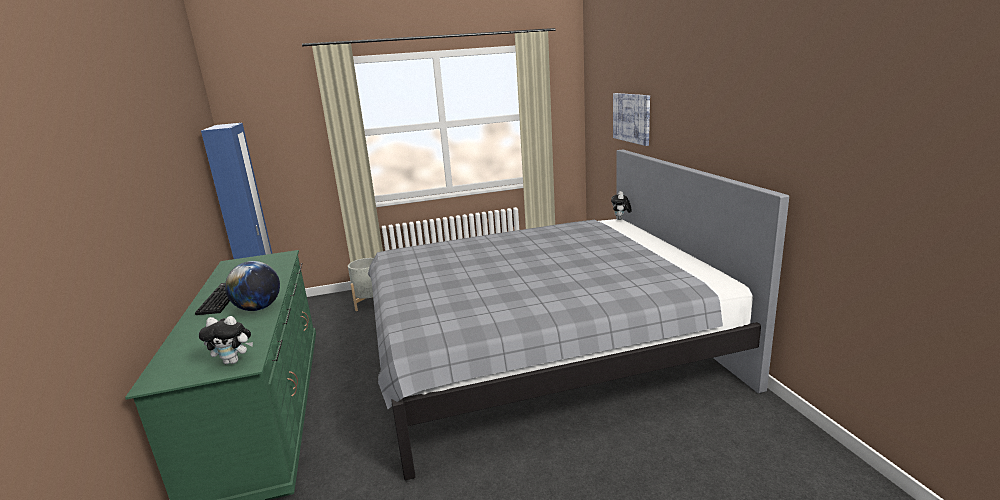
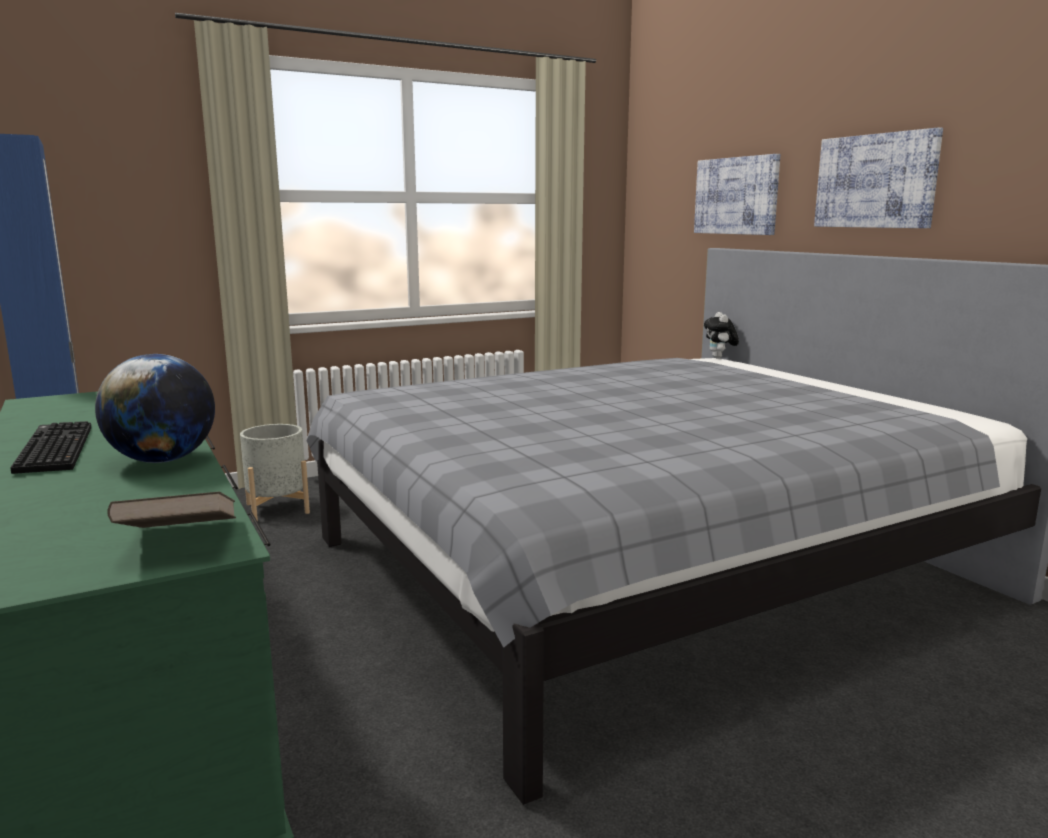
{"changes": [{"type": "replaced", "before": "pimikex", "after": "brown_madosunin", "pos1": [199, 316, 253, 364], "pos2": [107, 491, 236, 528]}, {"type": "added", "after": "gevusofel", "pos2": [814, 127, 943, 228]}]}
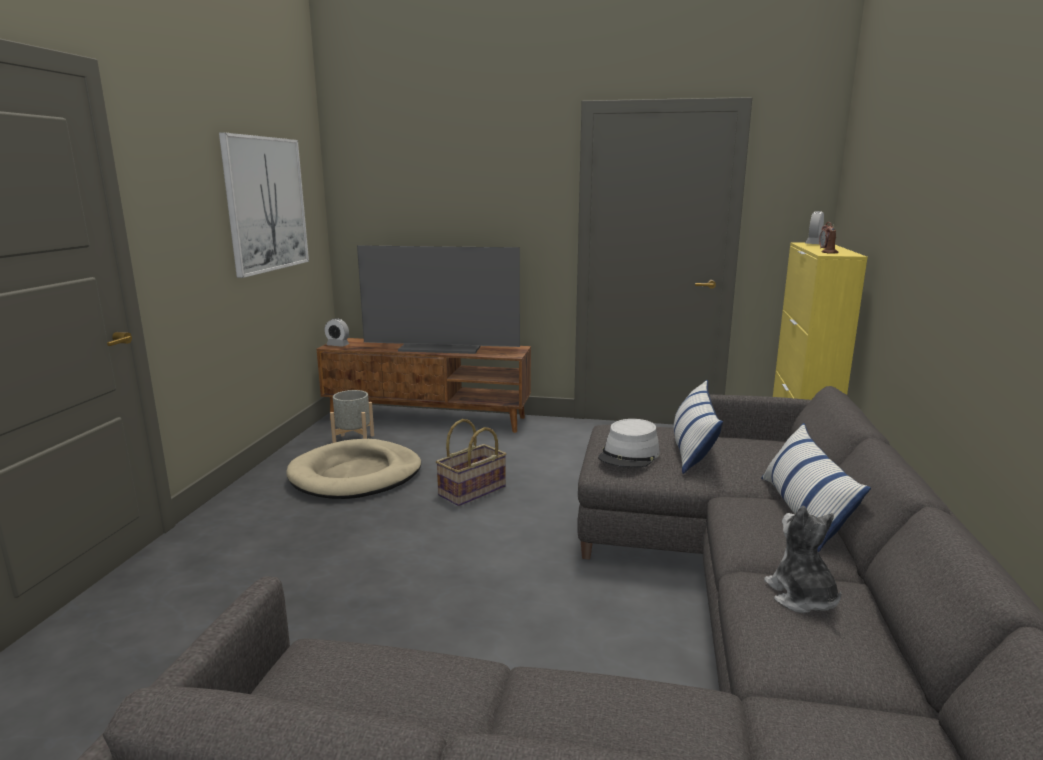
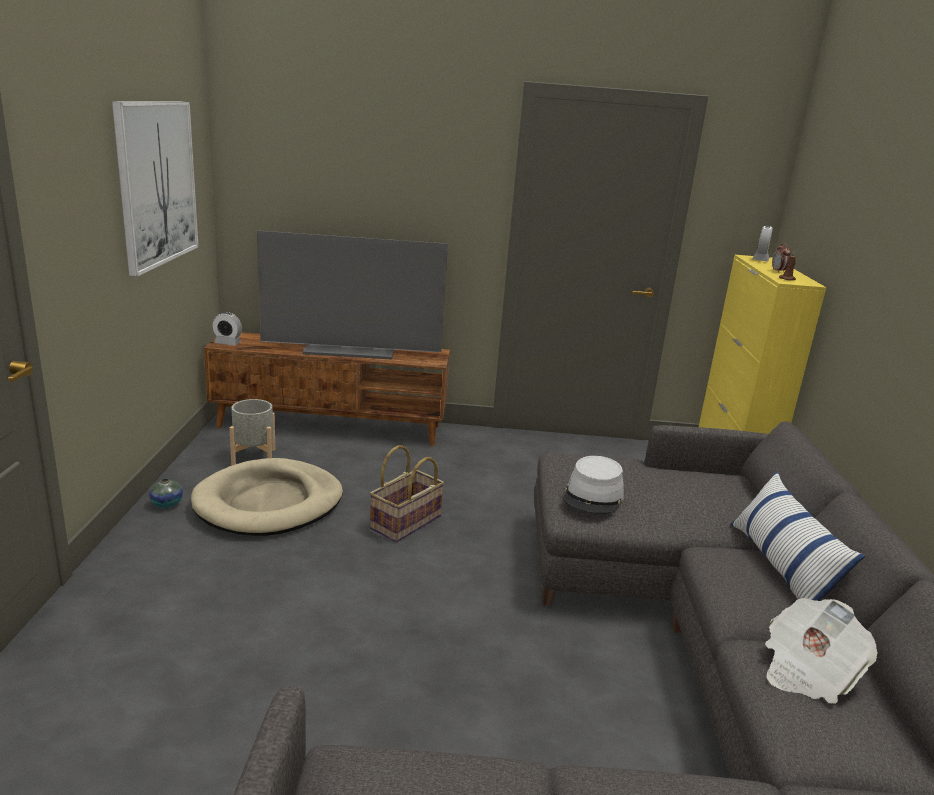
{"changes": [{"type": "removed", "before": "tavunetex", "pos1": [673, 380, 723, 474]}, {"type": "replaced", "before": "pimikex", "after": "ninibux", "pos1": [764, 506, 841, 613], "pos2": [765, 598, 878, 704]}, {"type": "added", "after": "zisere", "pos2": [149, 478, 183, 508]}]}
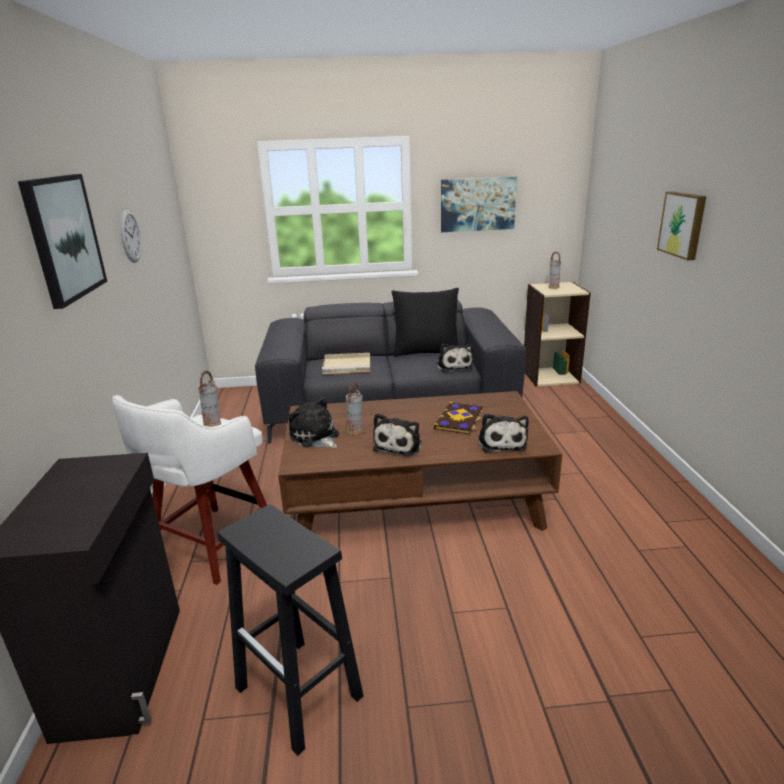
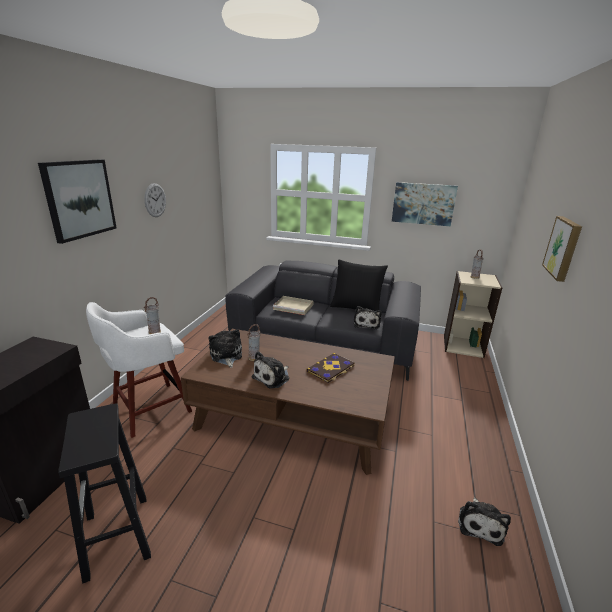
{"changes": [{"type": "moved", "before": "pimikex", "pos1": [479, 414, 529, 453], "pos2": [458, 498, 511, 546]}]}
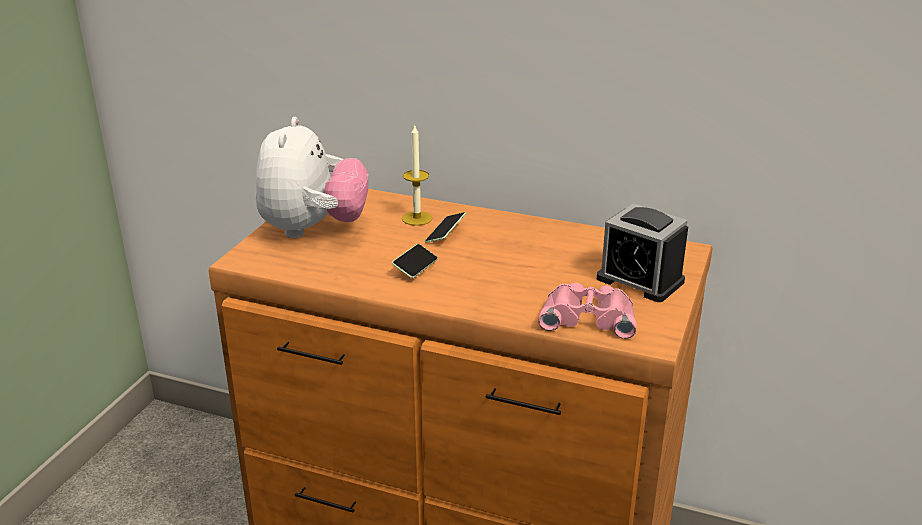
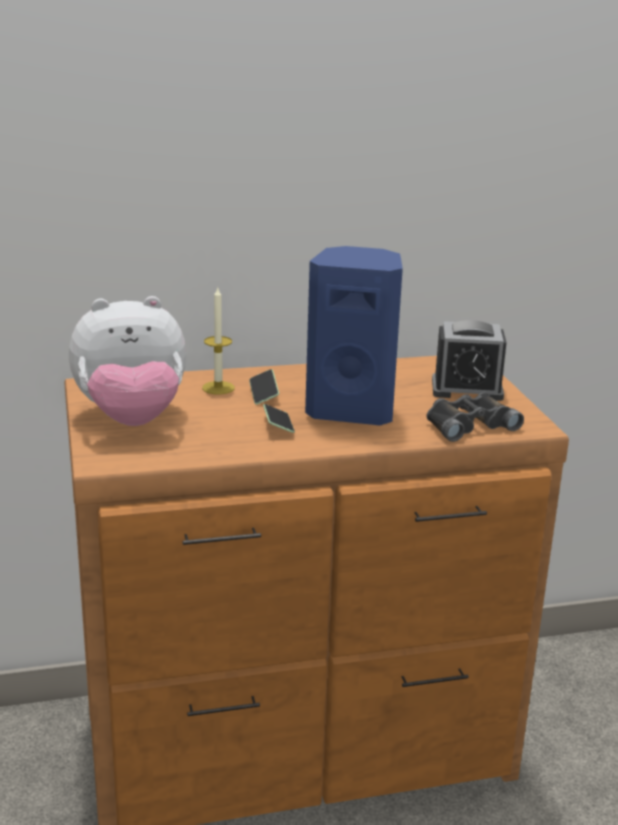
{"changes": [{"type": "turned", "before": "pimikex", "pos1": [256, 117, 369, 238], "pos2": [69, 296, 186, 426], "turn": 105}, {"type": "recoloured", "before": "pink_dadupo", "after": "black_dadupo", "pos1": [538, 283, 637, 339], "pos2": [426, 392, 524, 442]}, {"type": "added", "after": "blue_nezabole", "pos2": [305, 246, 403, 425]}]}
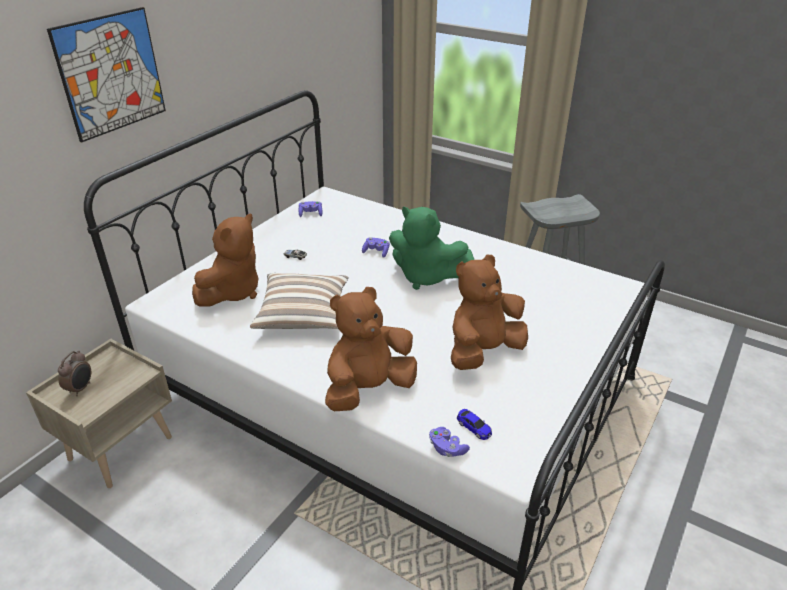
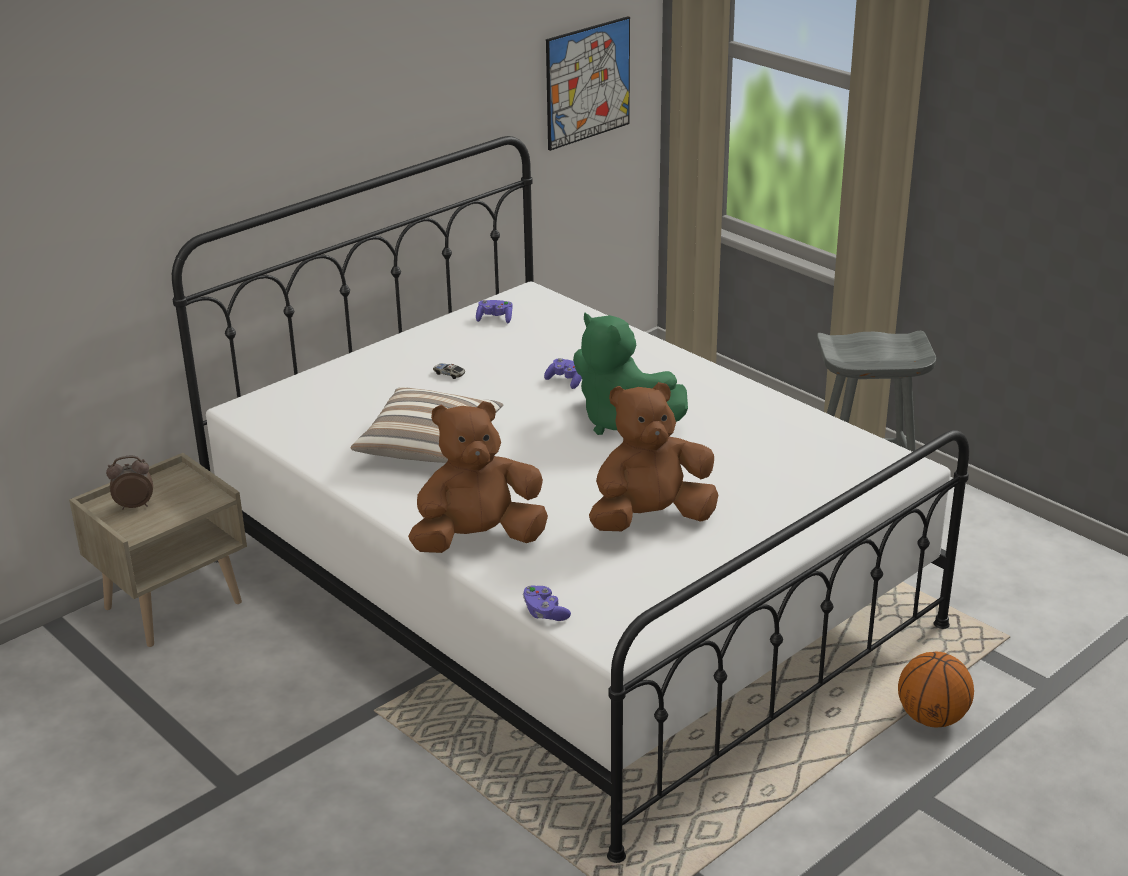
{"changes": [{"type": "moved", "before": "gevusofel", "pos1": [47, 7, 166, 143], "pos2": [546, 16, 630, 151]}, {"type": "removed", "before": "brown_pimikex", "pos1": [192, 214, 258, 307]}, {"type": "turned", "before": "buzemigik", "pos1": [58, 350, 91, 396], "pos2": [106, 455, 153, 510], "turn": -135}, {"type": "removed", "before": "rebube", "pos1": [457, 409, 492, 440]}, {"type": "added", "after": "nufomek", "pos2": [898, 652, 974, 728]}]}
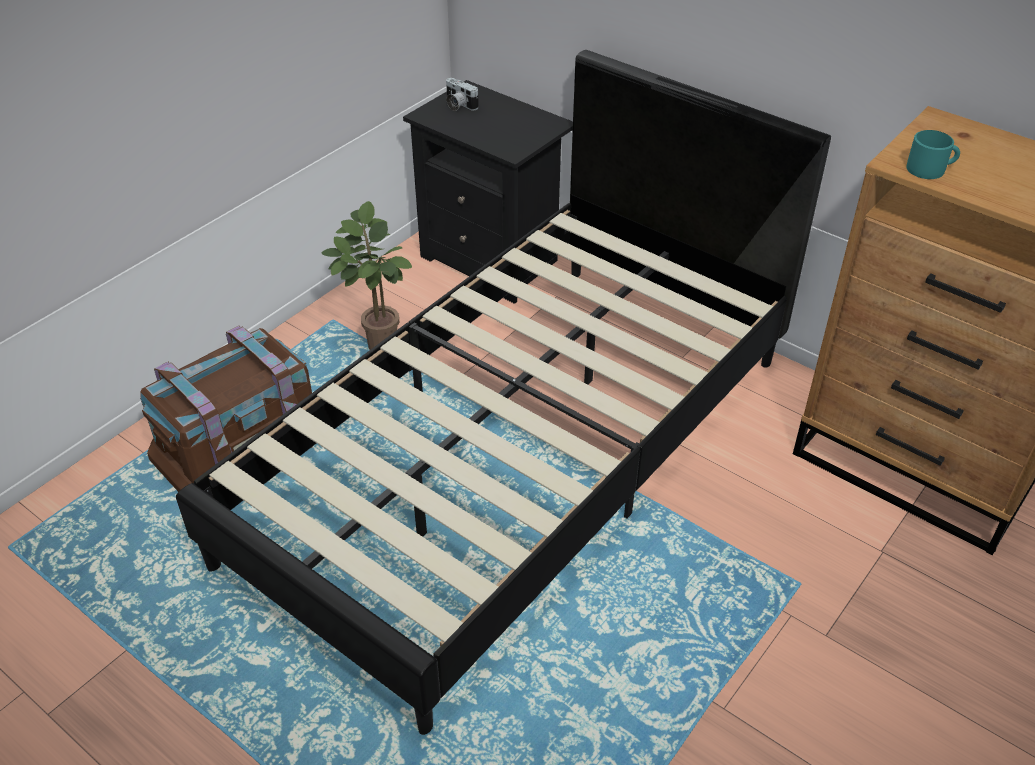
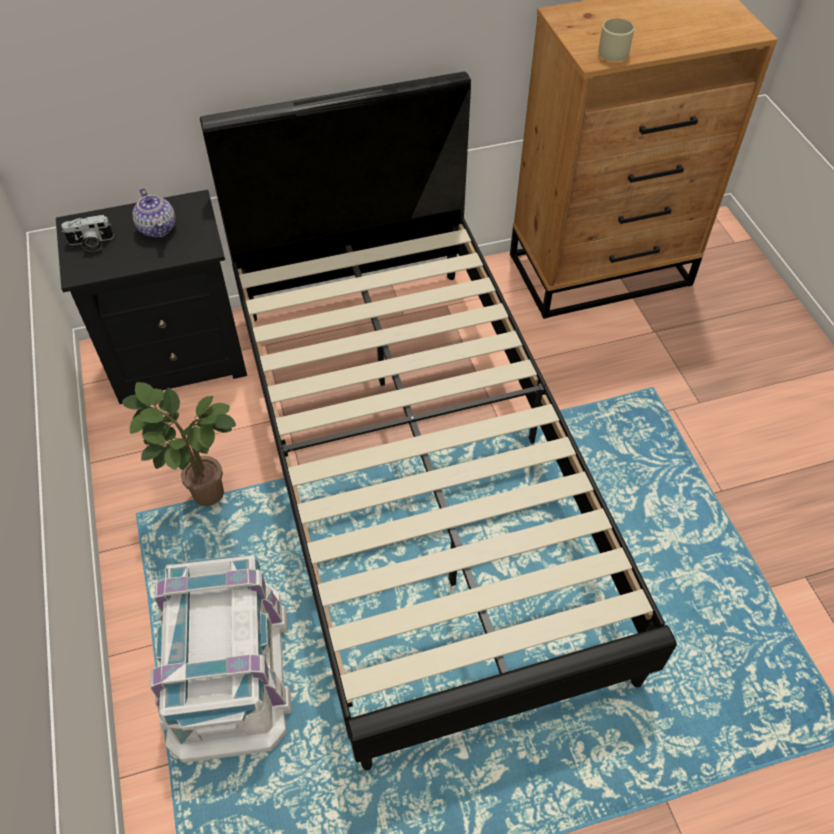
{"changes": [{"type": "recoloured", "before": "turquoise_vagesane", "after": "beige_vagesane", "pos1": [906, 130, 960, 179], "pos2": [598, 18, 634, 61]}, {"type": "recoloured", "before": "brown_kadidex", "after": "white_kadidex", "pos1": [140, 326, 313, 492], "pos2": [150, 555, 292, 763]}, {"type": "added", "after": "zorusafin", "pos2": [132, 188, 176, 238]}]}
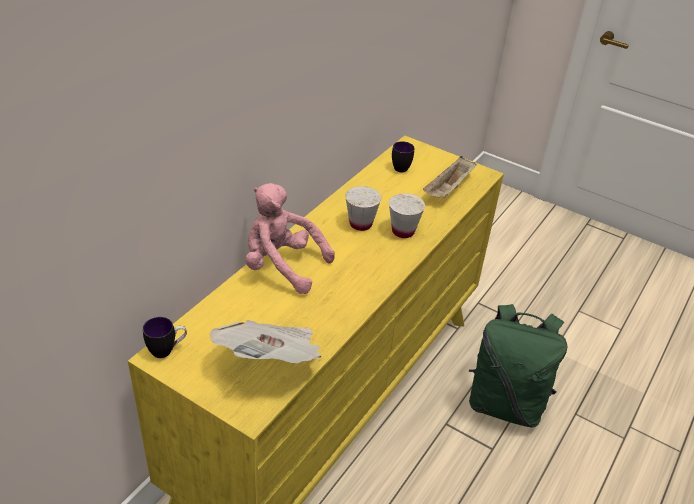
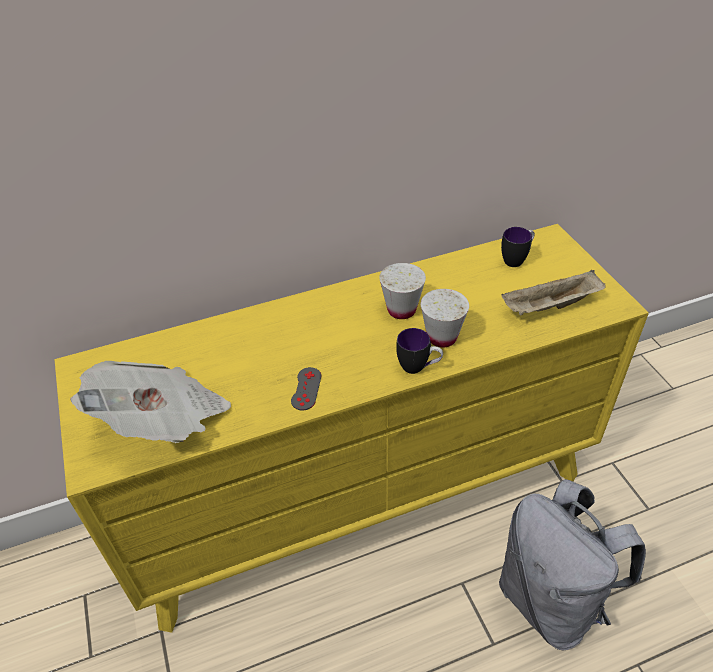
{"changes": [{"type": "removed", "before": "pink_pimikex", "pos1": [245, 183, 335, 294]}, {"type": "recoloured", "before": "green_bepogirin", "after": "grey_bepogirin", "pos1": [469, 304, 567, 427], "pos2": [499, 479, 646, 650]}, {"type": "moved", "before": "vagesane", "pos1": [143, 317, 187, 358], "pos2": [396, 328, 443, 374]}, {"type": "added", "after": "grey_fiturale", "pos2": [291, 367, 321, 411]}]}
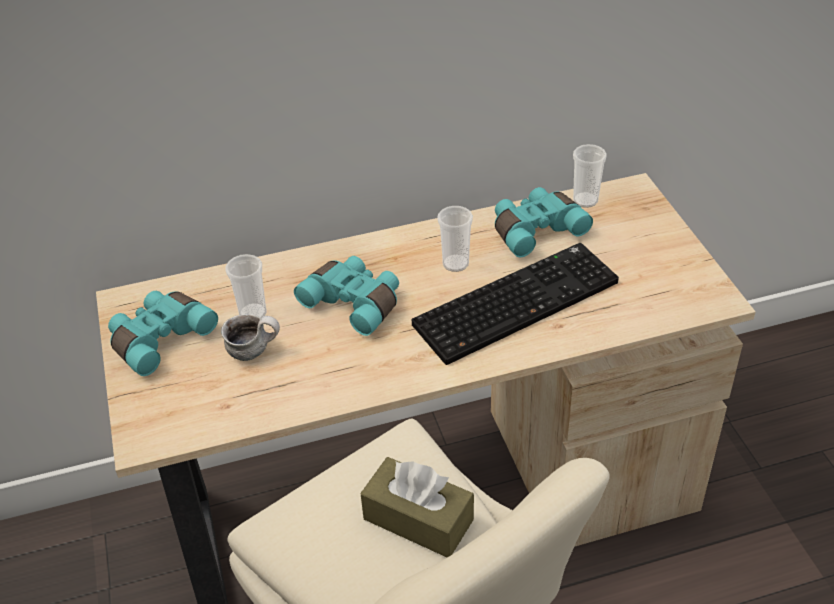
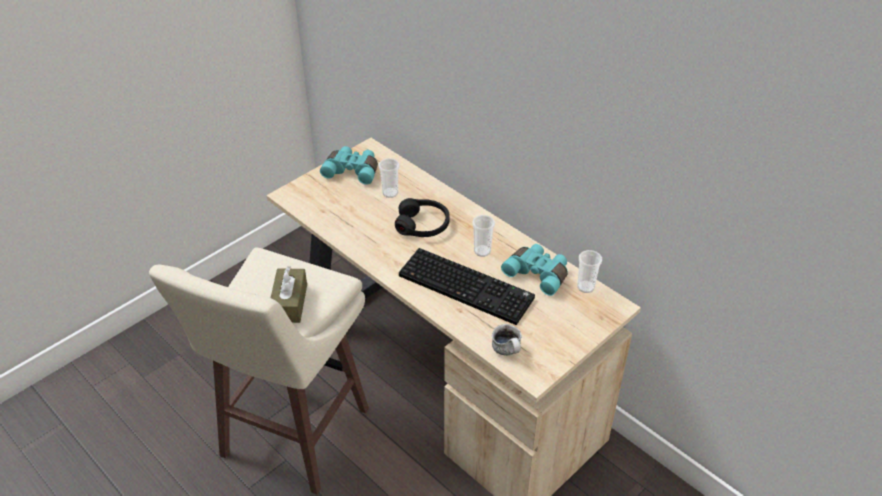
{"changes": [{"type": "replaced", "before": "turquoise_dadupo", "after": "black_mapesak", "pos1": [294, 256, 399, 336], "pos2": [395, 198, 450, 237]}, {"type": "moved", "before": "vagesane", "pos1": [221, 314, 280, 361], "pos2": [492, 324, 522, 356]}]}
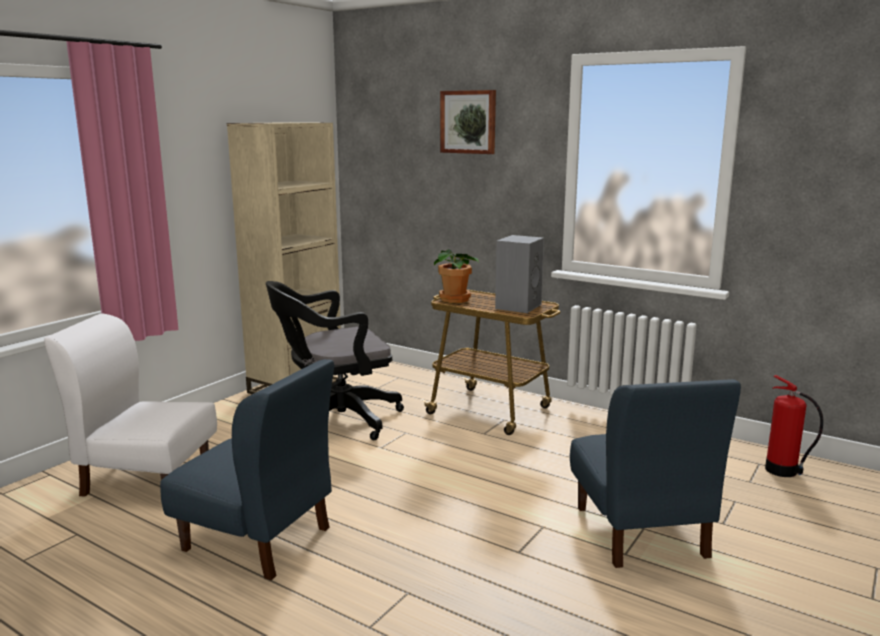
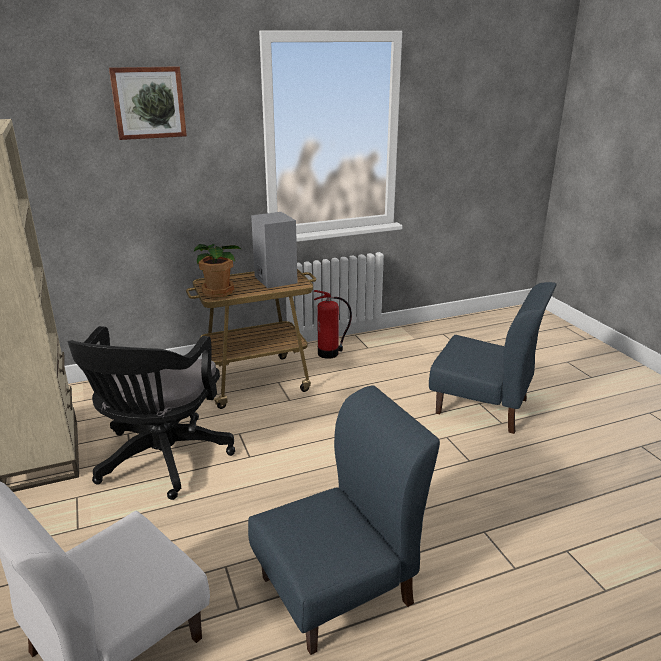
{"changes": [{"type": "moved", "before": "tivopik", "pos1": [765, 375, 823, 477], "pos2": [314, 290, 352, 359]}]}
